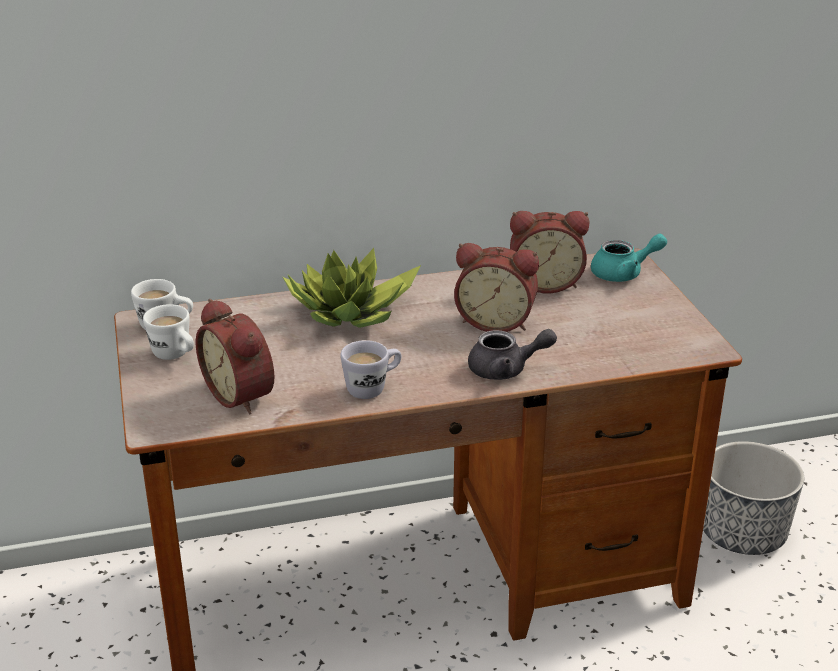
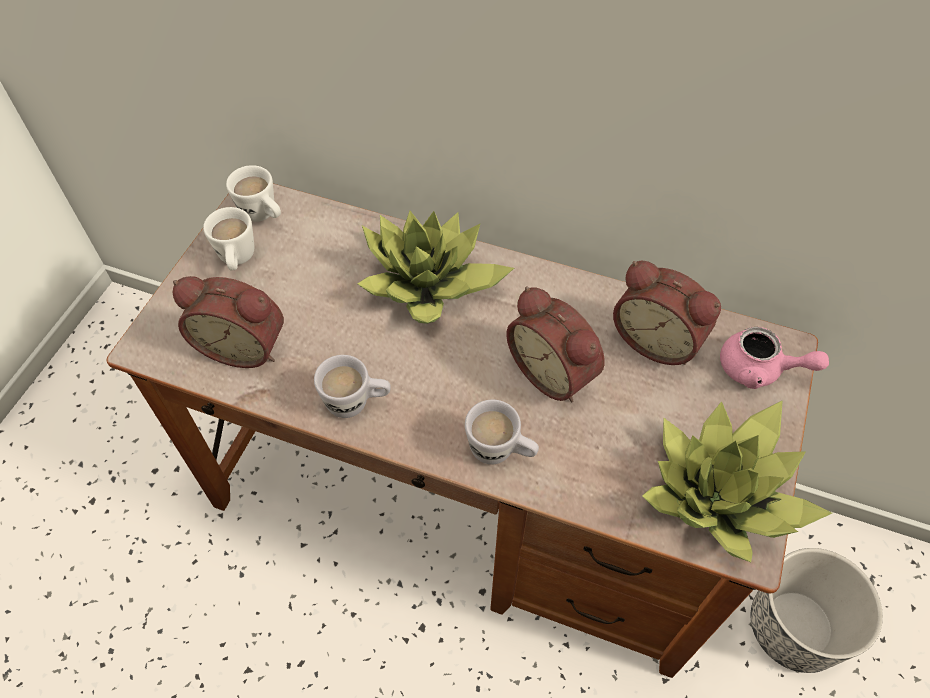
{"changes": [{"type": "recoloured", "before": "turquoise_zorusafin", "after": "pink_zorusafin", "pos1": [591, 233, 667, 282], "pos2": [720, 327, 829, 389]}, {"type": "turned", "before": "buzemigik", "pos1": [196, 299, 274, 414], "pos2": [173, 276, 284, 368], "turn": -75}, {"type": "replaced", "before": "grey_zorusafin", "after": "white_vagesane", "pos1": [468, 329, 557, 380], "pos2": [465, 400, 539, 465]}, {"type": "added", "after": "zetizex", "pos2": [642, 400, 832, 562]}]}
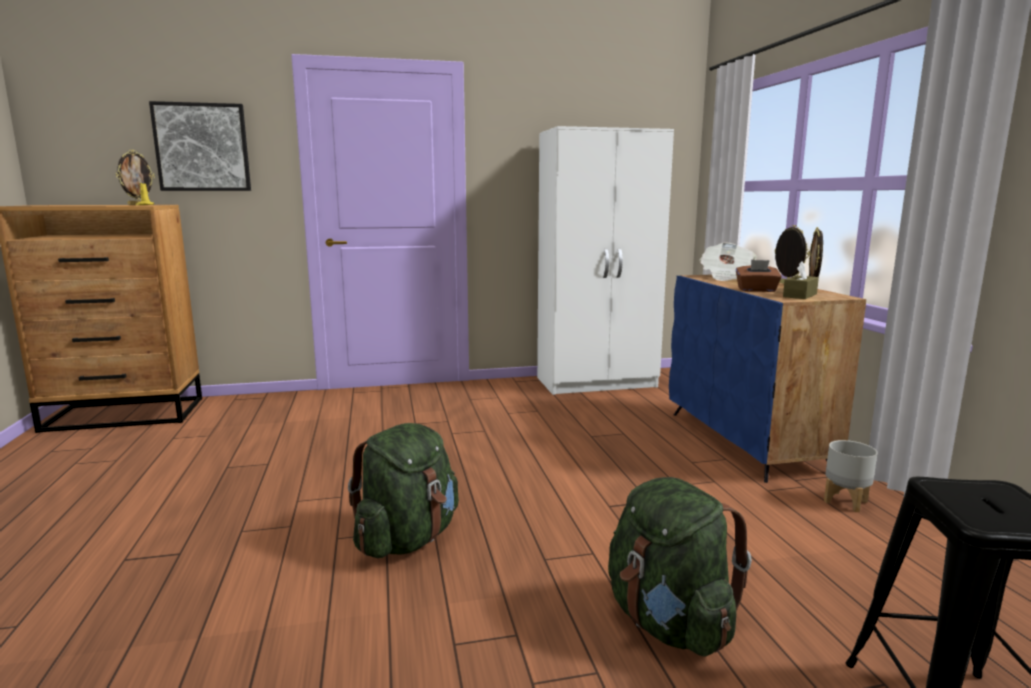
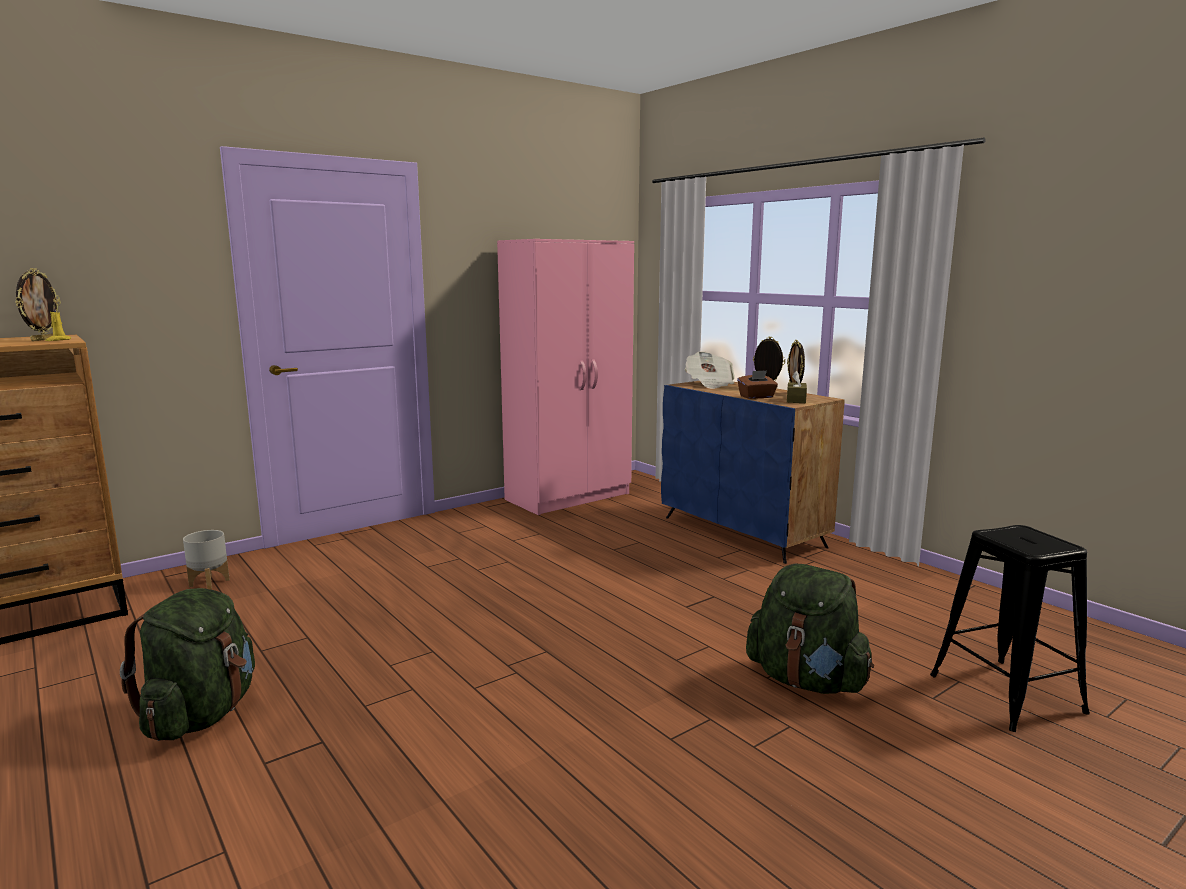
{"changes": [{"type": "removed", "before": "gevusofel", "pos1": [149, 101, 251, 191]}, {"type": "recoloured", "before": "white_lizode", "after": "pink_lizode", "pos1": [537, 126, 674, 395], "pos2": [497, 239, 634, 515]}, {"type": "moved", "before": "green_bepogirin", "pos1": [348, 423, 459, 558], "pos2": [120, 588, 255, 741]}, {"type": "moved", "before": "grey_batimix", "pos1": [824, 440, 877, 512], "pos2": [183, 530, 230, 590]}]}
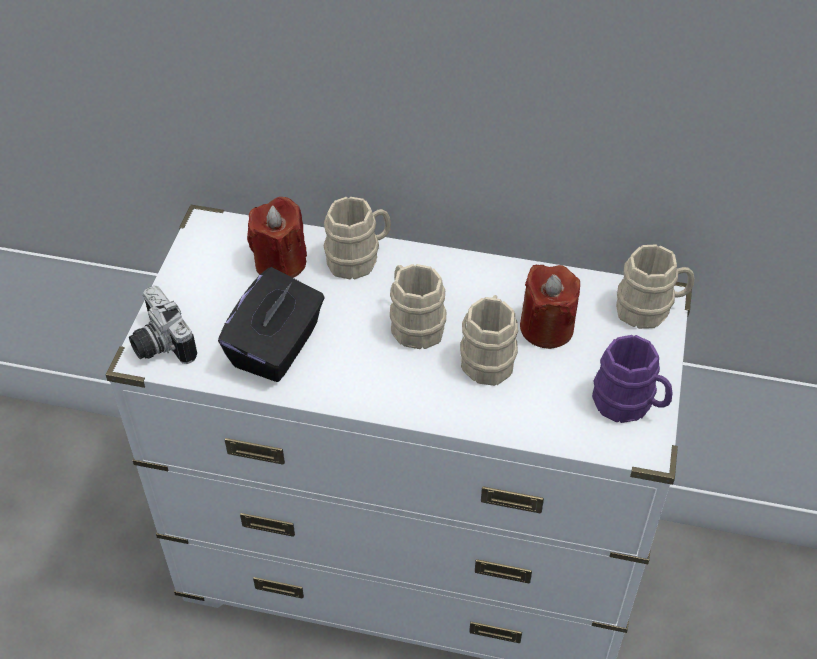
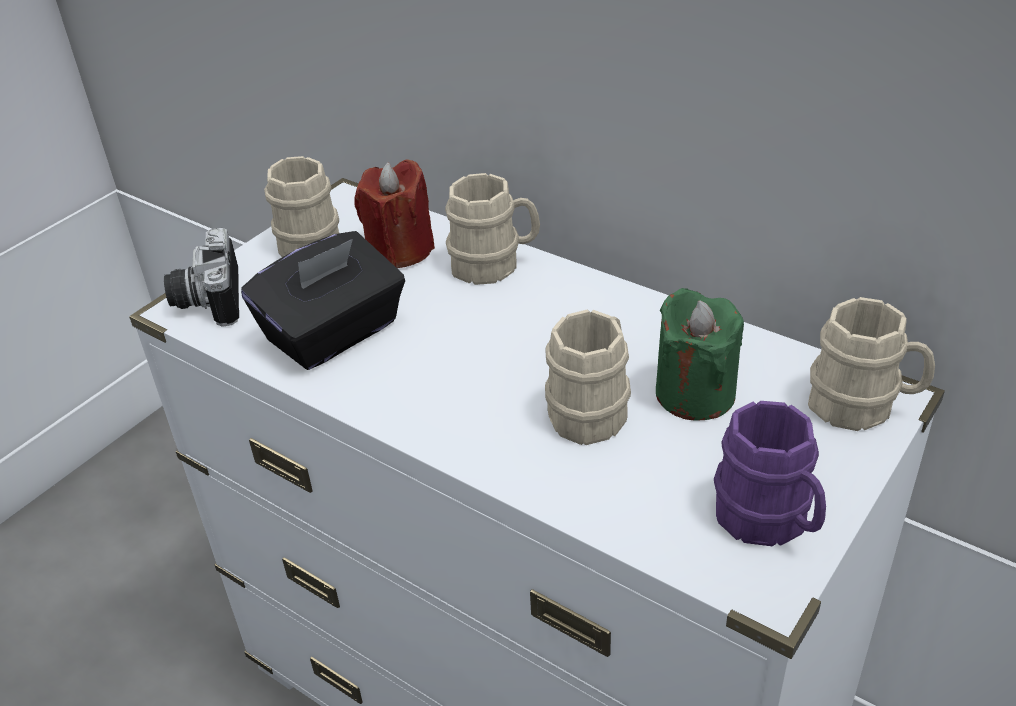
{"changes": [{"type": "moved", "before": "beige_vagesane", "pos1": [390, 264, 446, 349], "pos2": [264, 156, 339, 257]}, {"type": "recoloured", "before": "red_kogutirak", "after": "green_kogutirak", "pos1": [520, 265, 580, 349], "pos2": [656, 288, 744, 420]}]}
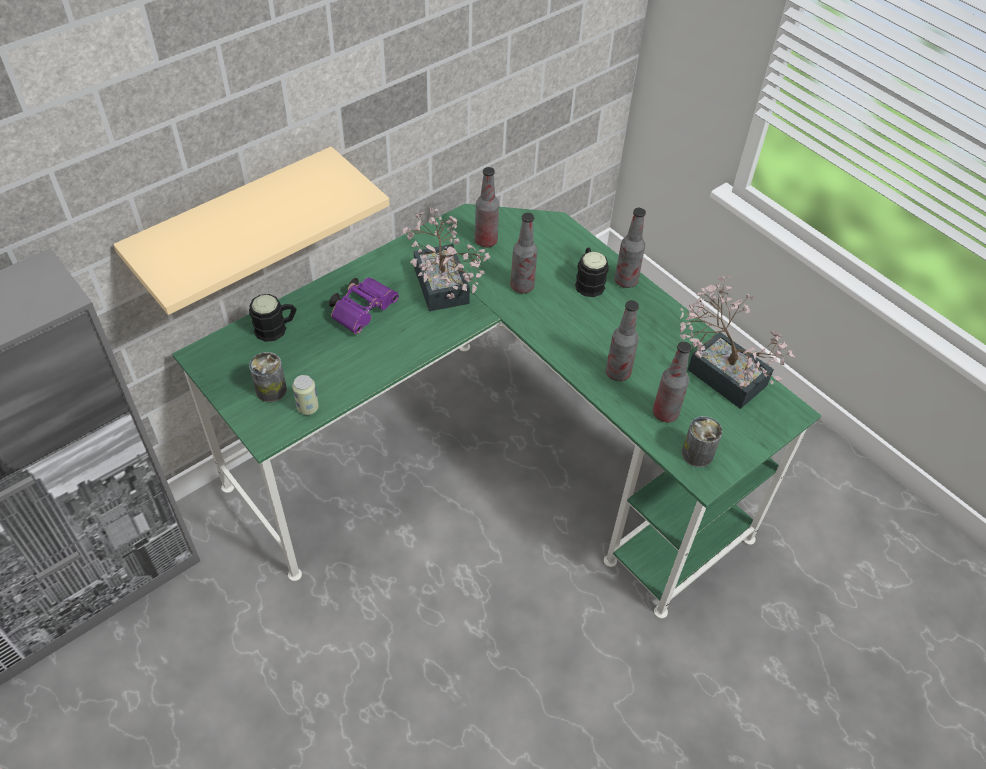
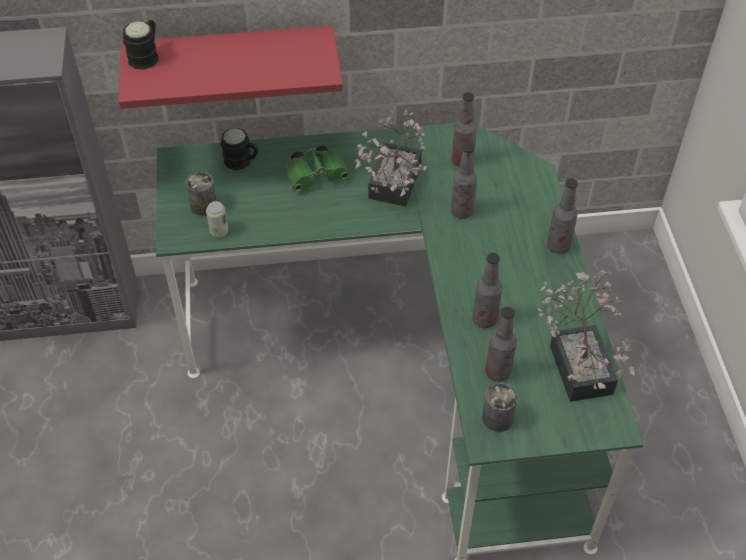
{"changes": [{"type": "recoloured", "before": "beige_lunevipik", "after": "red_lunevipik", "pos1": [113, 147, 390, 315], "pos2": [119, 26, 343, 109]}, {"type": "moved", "before": "black_vagesane", "pos1": [575, 248, 609, 297], "pos2": [123, 20, 159, 69]}, {"type": "recoloured", "before": "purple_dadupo", "after": "green_dadupo", "pos1": [329, 277, 399, 334], "pos2": [285, 145, 350, 191]}]}
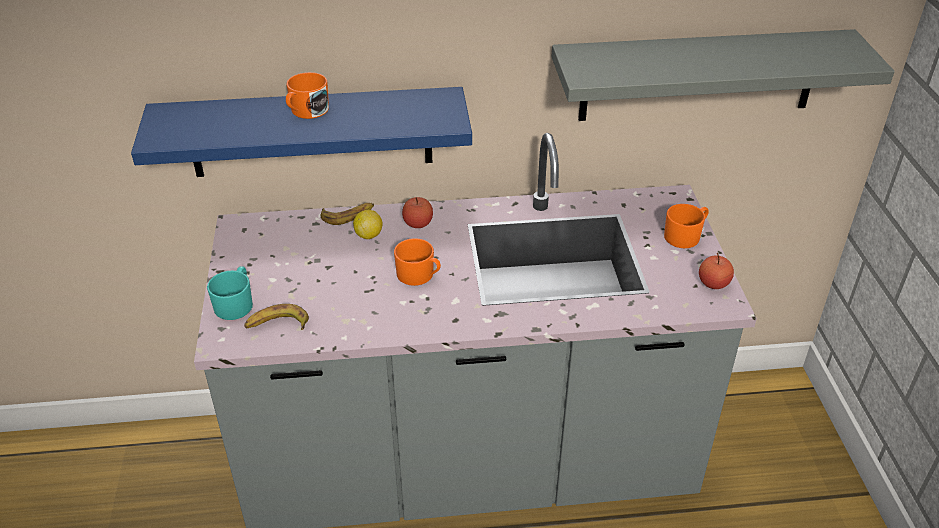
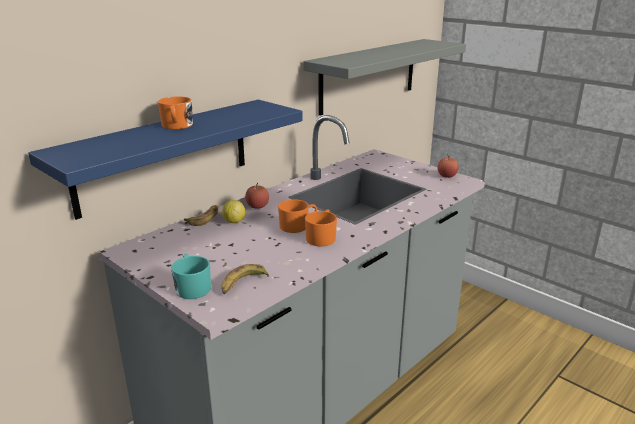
{"changes": [{"type": "moved", "before": "orange_vagesane", "pos1": [664, 204, 709, 248], "pos2": [305, 209, 337, 246]}]}
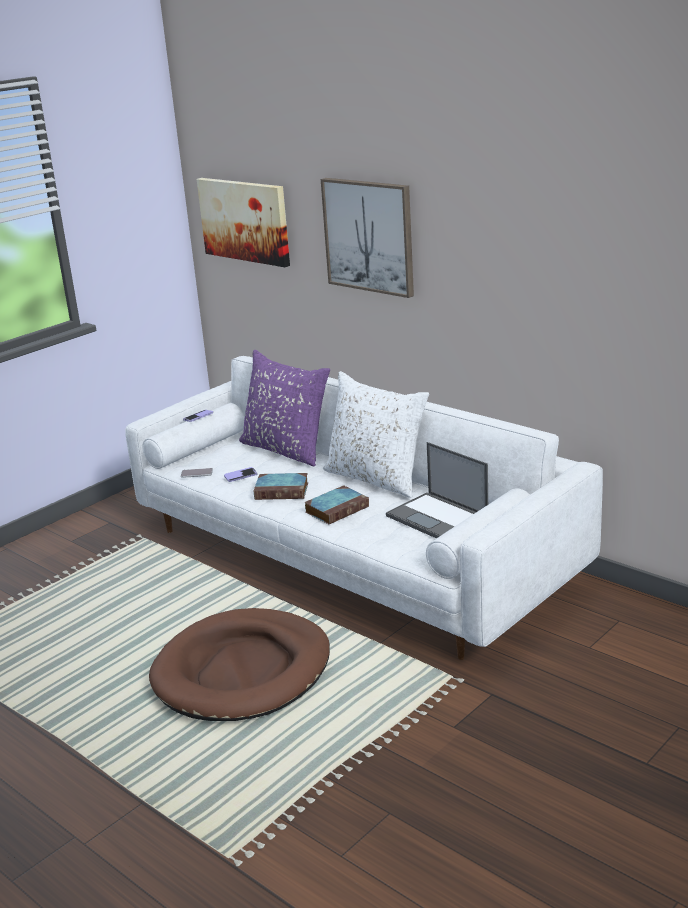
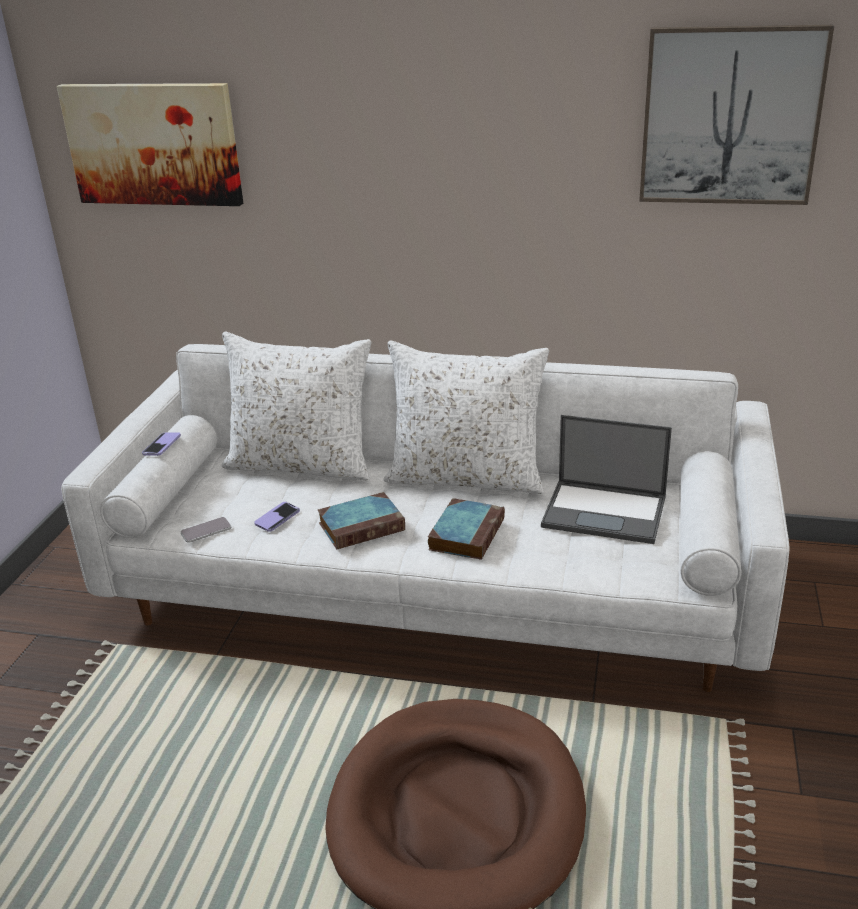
{"changes": [{"type": "moved", "before": "gevusofel", "pos1": [321, 178, 414, 298], "pos2": [639, 25, 834, 205]}, {"type": "recoloured", "before": "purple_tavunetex", "after": "white_tavunetex", "pos1": [239, 350, 330, 466], "pos2": [221, 332, 372, 480]}]}
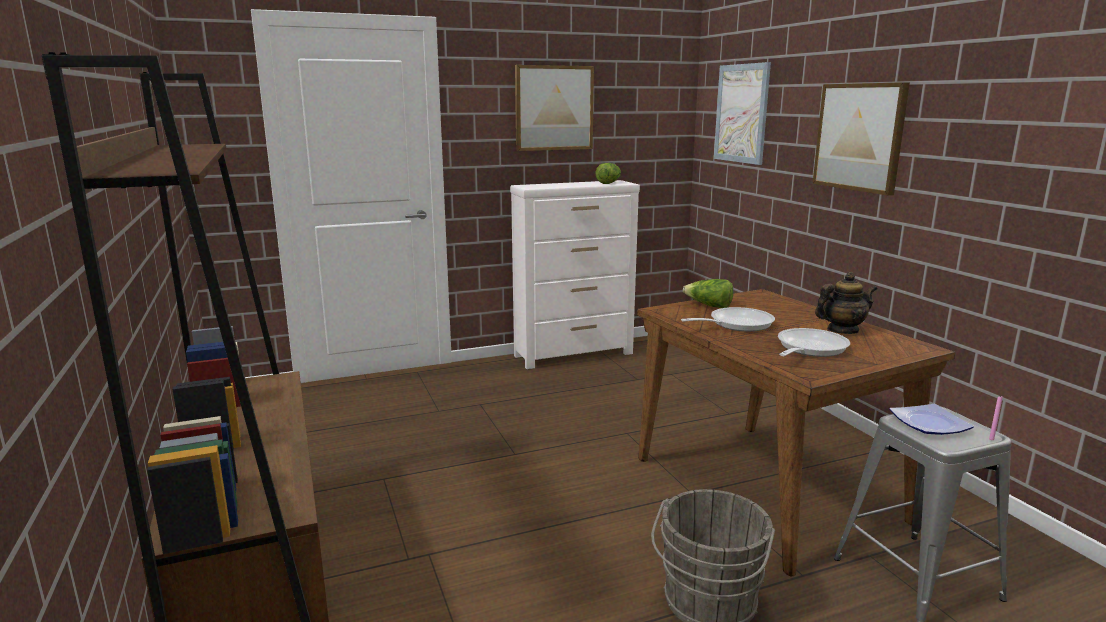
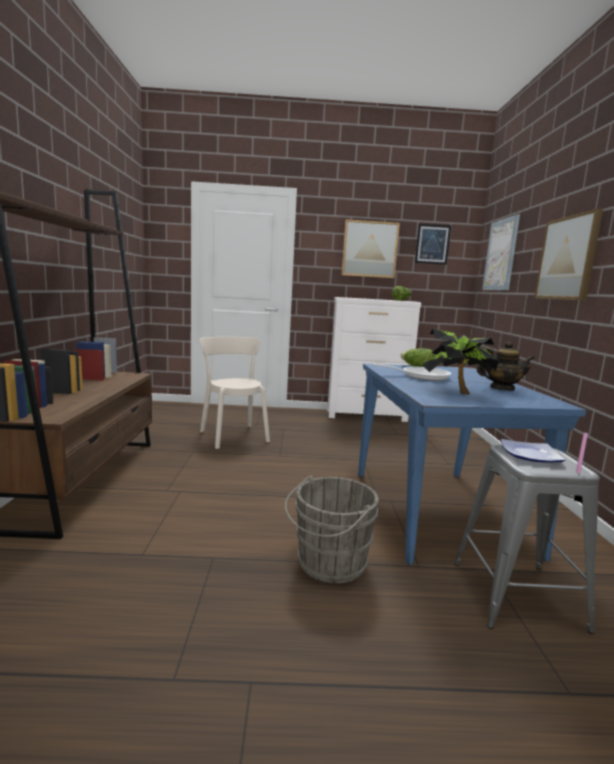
{"changes": [{"type": "recoloured", "before": "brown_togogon", "after": "blue_togogon", "pos1": [637, 289, 956, 577], "pos2": [358, 364, 587, 565]}, {"type": "replaced", "before": "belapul", "after": "zetizex", "pos1": [778, 328, 850, 357], "pos2": [423, 329, 501, 395]}, {"type": "added", "after": "gevusofel", "pos2": [415, 224, 451, 265]}, {"type": "added", "after": "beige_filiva", "pos2": [200, 337, 270, 449]}]}
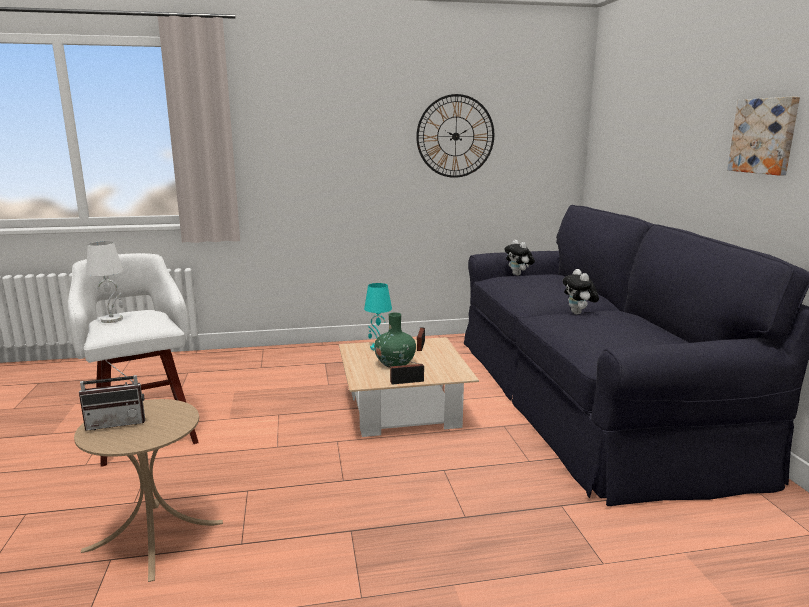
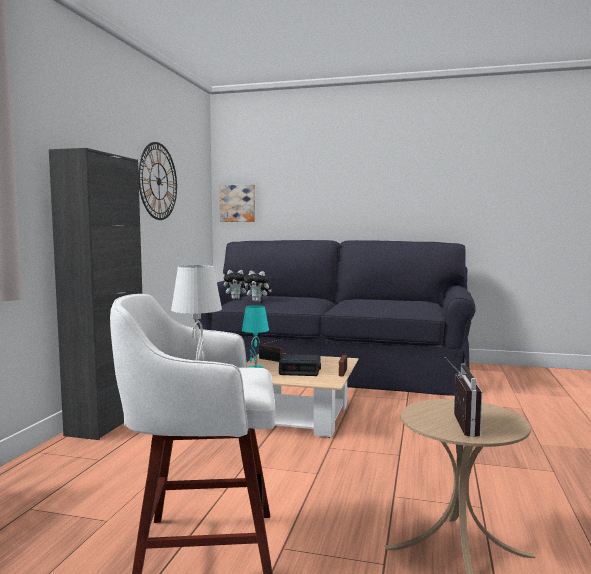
{"changes": [{"type": "moved", "before": "gevusofel", "pos1": [727, 97, 800, 175], "pos2": [219, 184, 255, 222]}, {"type": "moved", "before": "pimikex", "pos1": [563, 269, 599, 315], "pos2": [244, 271, 272, 302]}, {"type": "replaced", "before": "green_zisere", "after": "buzemigik", "pos1": [374, 313, 416, 368], "pos2": [279, 354, 321, 376]}, {"type": "added", "after": "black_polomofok", "pos2": [49, 148, 142, 440]}]}
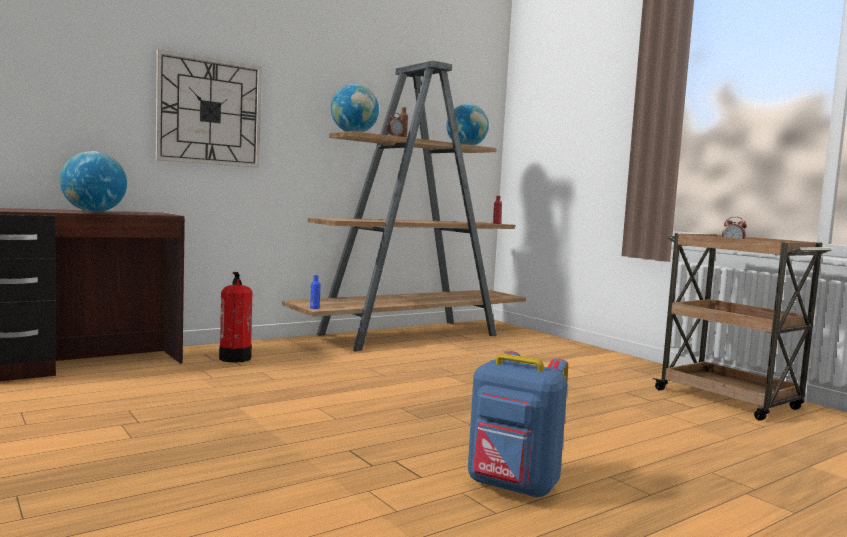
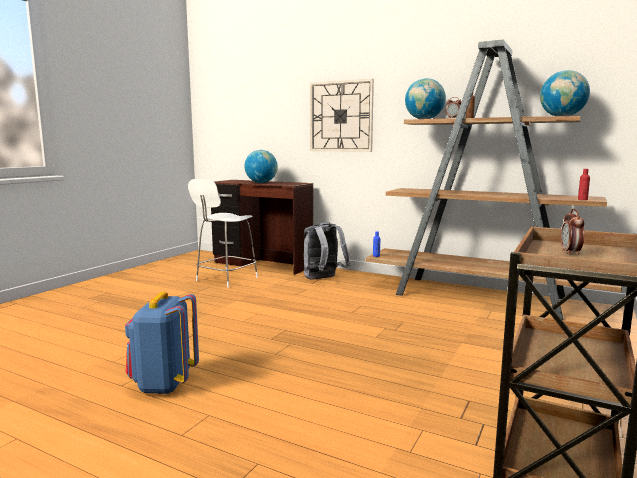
{"changes": [{"type": "replaced", "before": "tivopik", "after": "grey_bepogirin", "pos1": [219, 272, 252, 363], "pos2": [304, 222, 350, 280]}, {"type": "added", "after": "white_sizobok", "pos2": [188, 179, 258, 288]}]}
